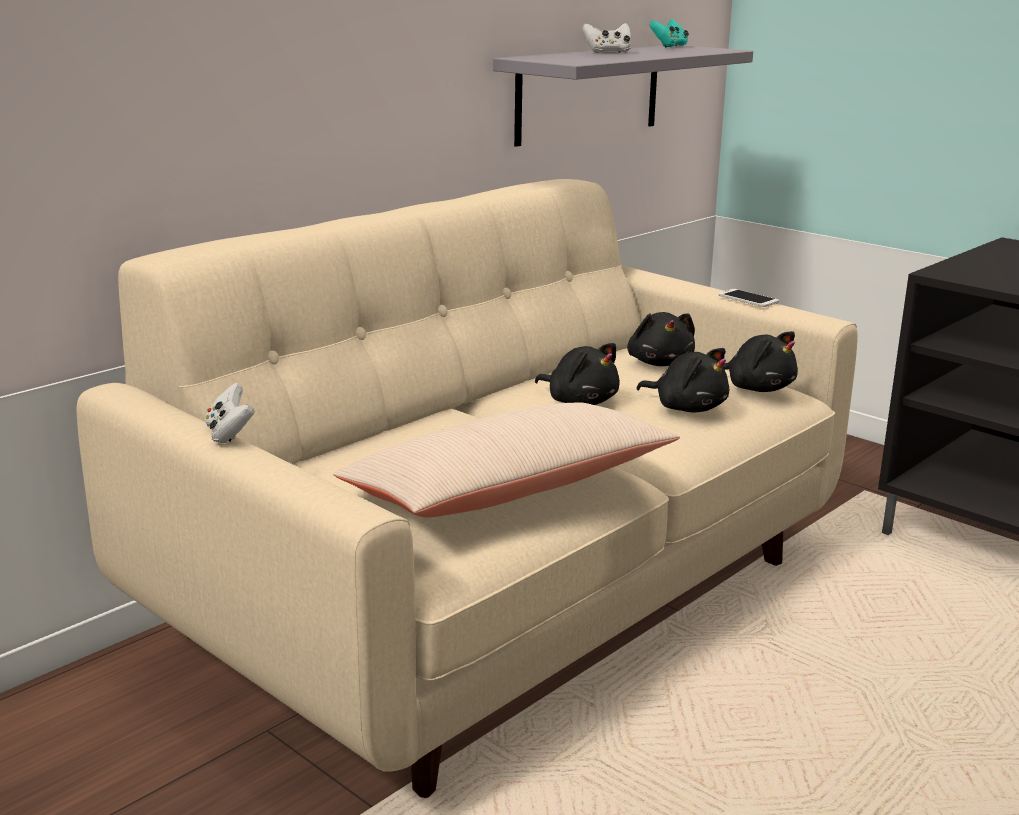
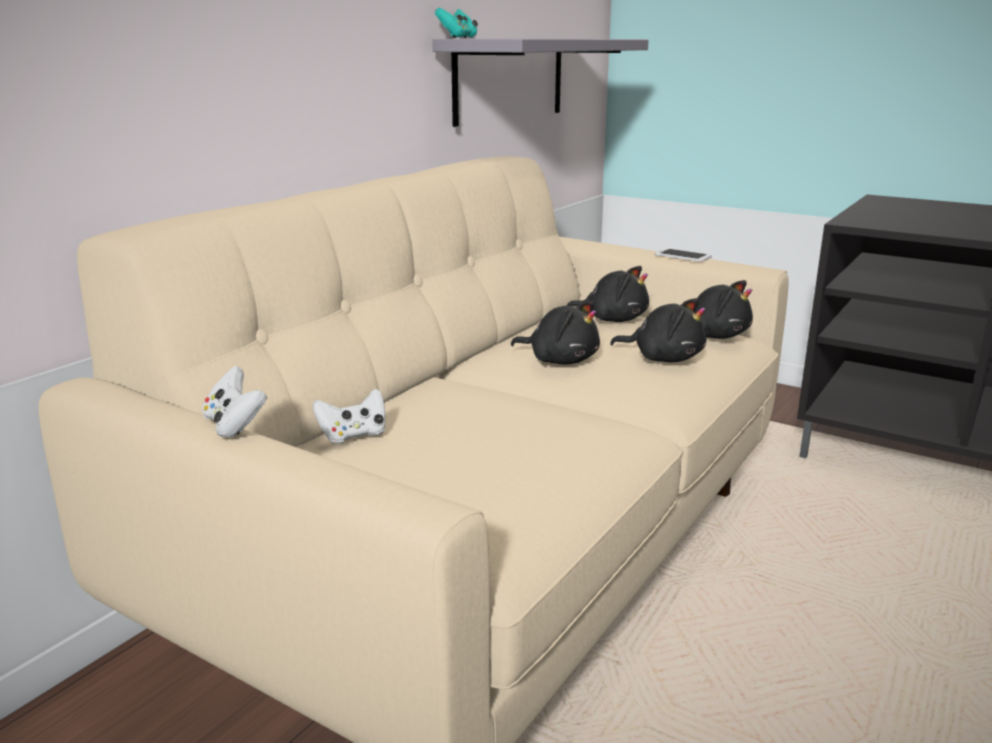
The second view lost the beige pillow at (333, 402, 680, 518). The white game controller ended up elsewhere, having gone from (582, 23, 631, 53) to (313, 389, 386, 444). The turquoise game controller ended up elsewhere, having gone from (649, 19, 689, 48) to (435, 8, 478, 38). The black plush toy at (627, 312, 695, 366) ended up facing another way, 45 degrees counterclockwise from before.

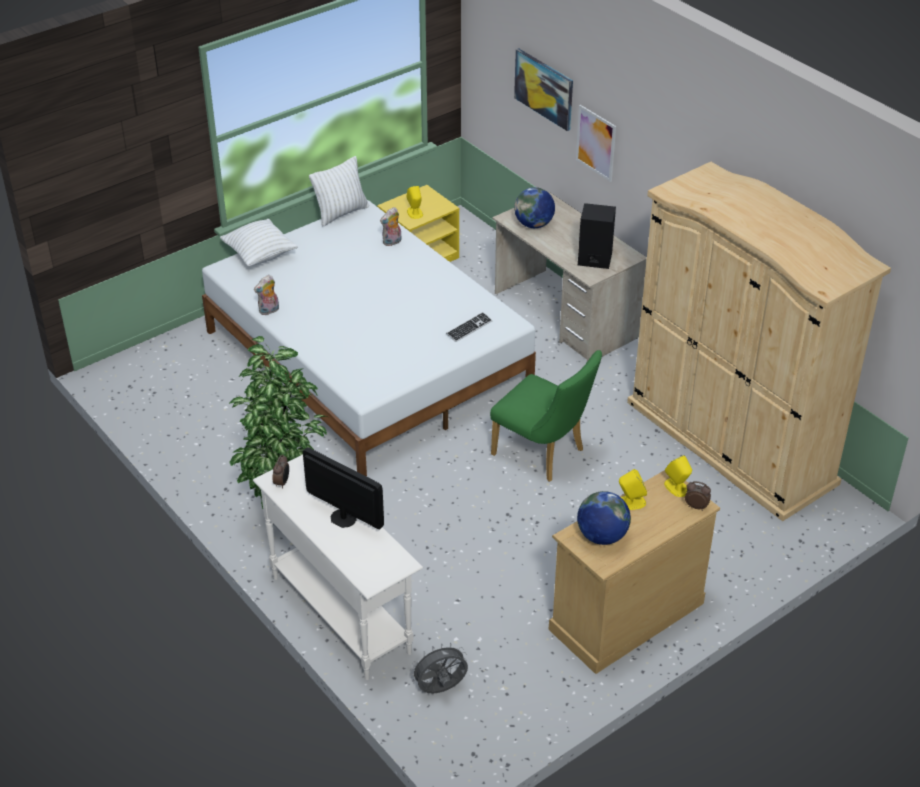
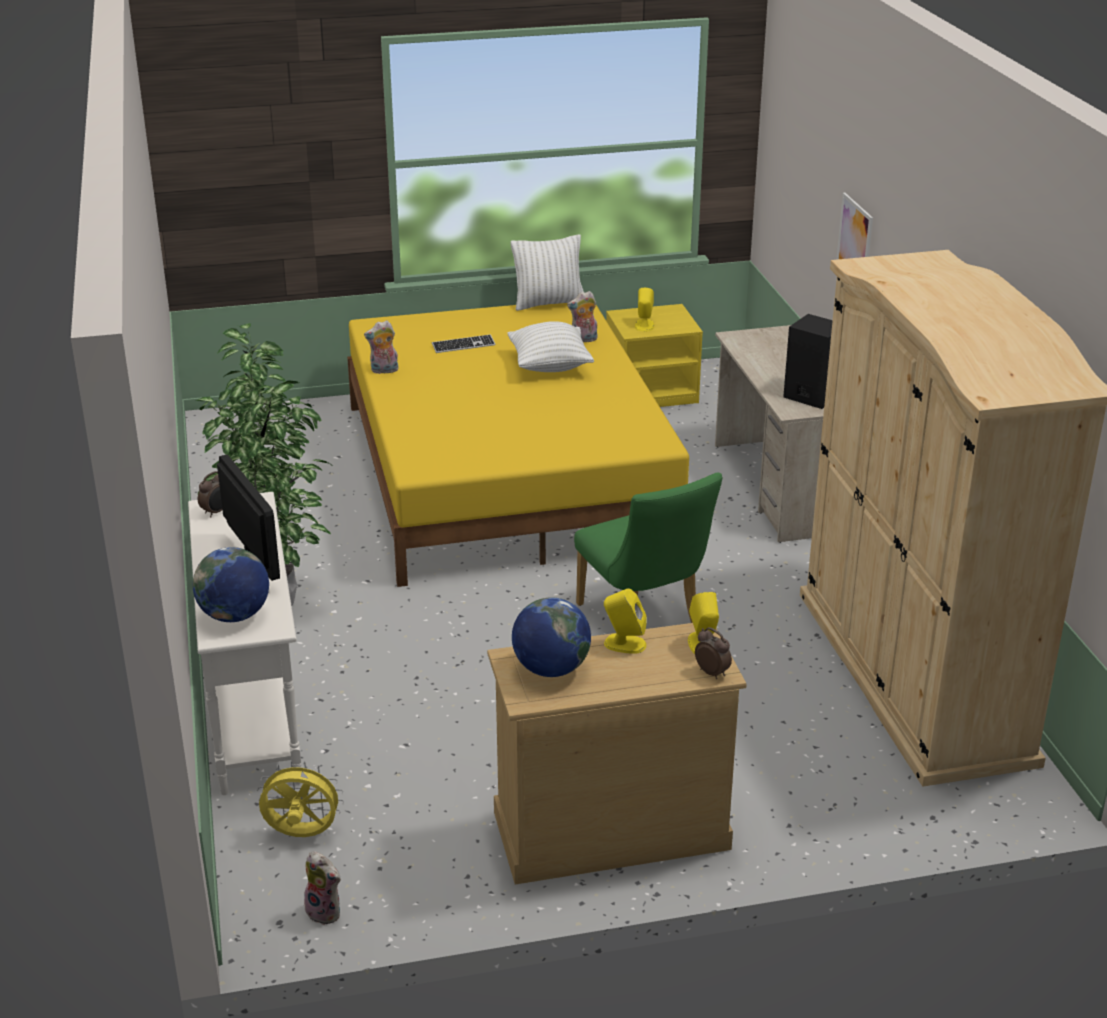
The second view lost the picture at (514, 48, 573, 131). The second view gained the plush toy at (304, 851, 341, 925). The white pillow ended up elsewhere, having gone from (220, 219, 298, 266) to (507, 321, 594, 372). The keyboard ended up elsewhere, having gone from (446, 312, 493, 342) to (432, 334, 495, 353). The globe ended up elsewhere, having gone from (514, 187, 555, 228) to (193, 547, 269, 622). What was the white bed at (202, 200, 536, 476) turned into the yellow bed at (347, 303, 689, 587). What was the grey fan at (410, 643, 468, 694) turned into the yellow fan at (257, 761, 344, 837).

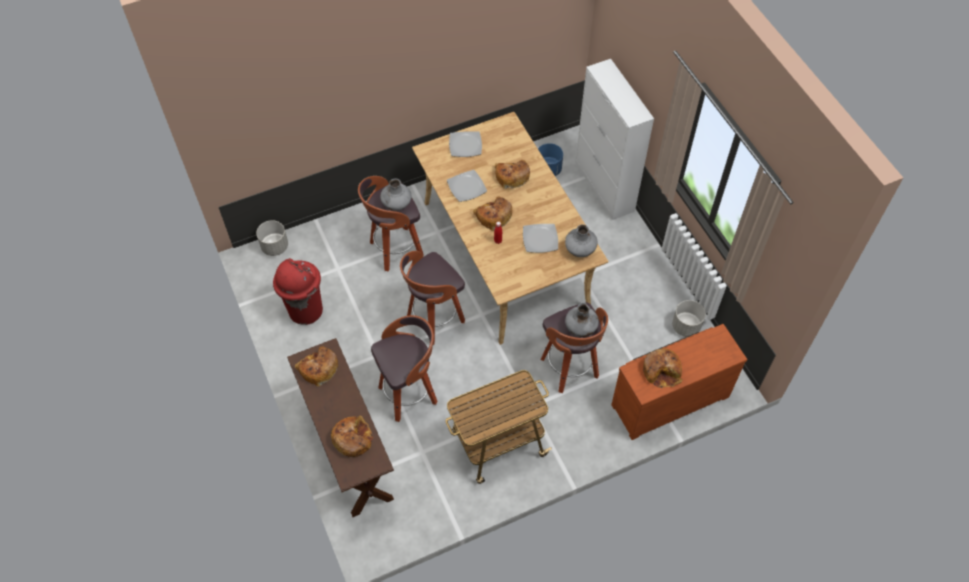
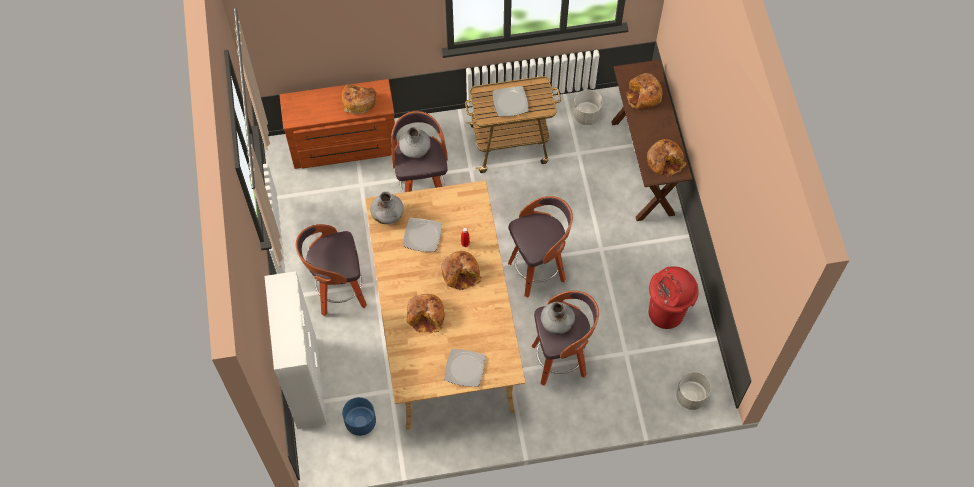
The stool ended up elsewhere, having gone from (371, 315, 437, 422) to (296, 224, 367, 316). The plate ended up elsewhere, having gone from (447, 170, 487, 202) to (493, 86, 529, 116). The grey planter ended up elsewhere, having gone from (672, 300, 706, 337) to (573, 90, 603, 125).

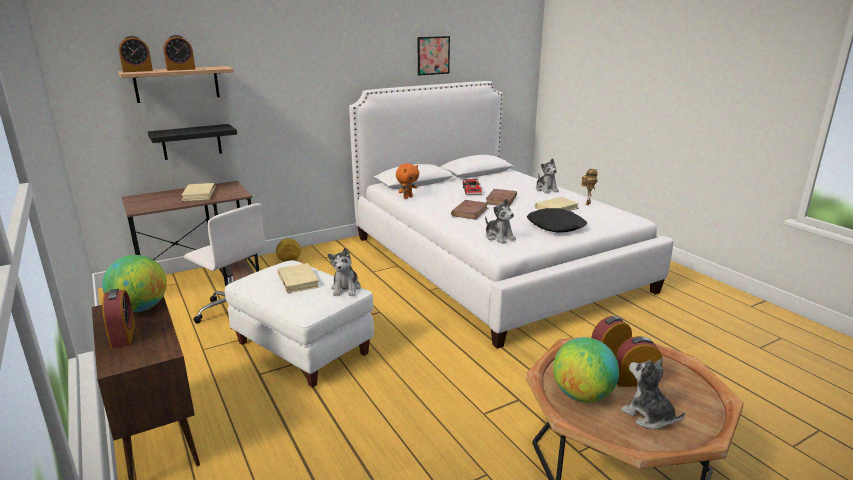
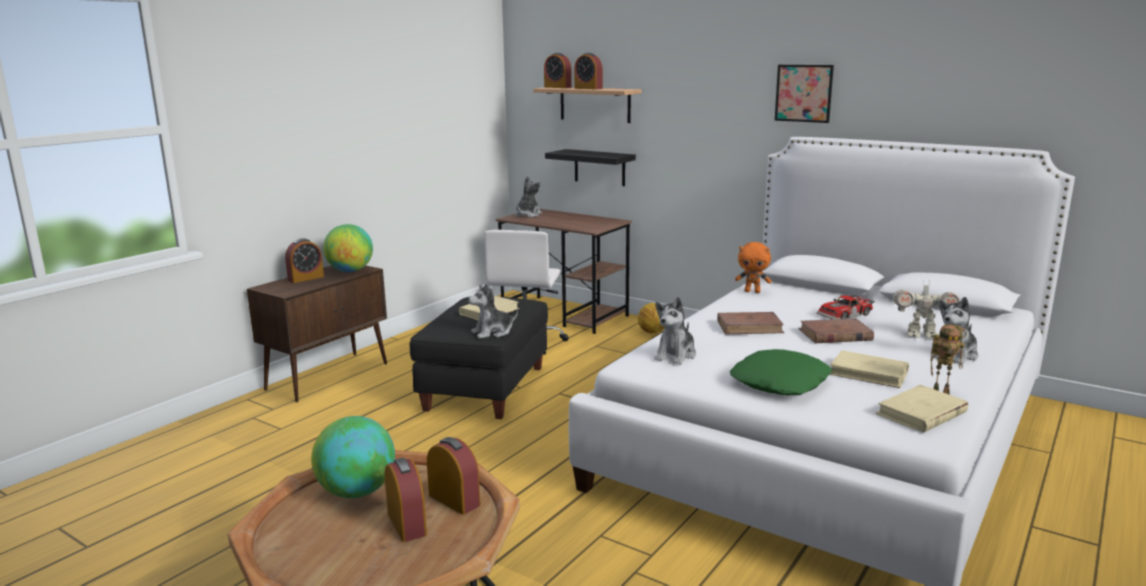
The second view gained the toy robot at (892, 279, 960, 338). The beige book ended up elsewhere, having gone from (181, 183, 216, 201) to (875, 385, 968, 432). The picture ended up elsewhere, having gone from (418, 36, 450, 76) to (775, 65, 834, 123). The plush toy ended up elsewhere, having gone from (621, 358, 685, 429) to (516, 176, 542, 217). What was the white ottoman at (225, 260, 374, 388) turned into the black ottoman at (410, 296, 548, 419). What was the black pillow at (527, 208, 587, 233) turned into the green pillow at (730, 349, 832, 395).

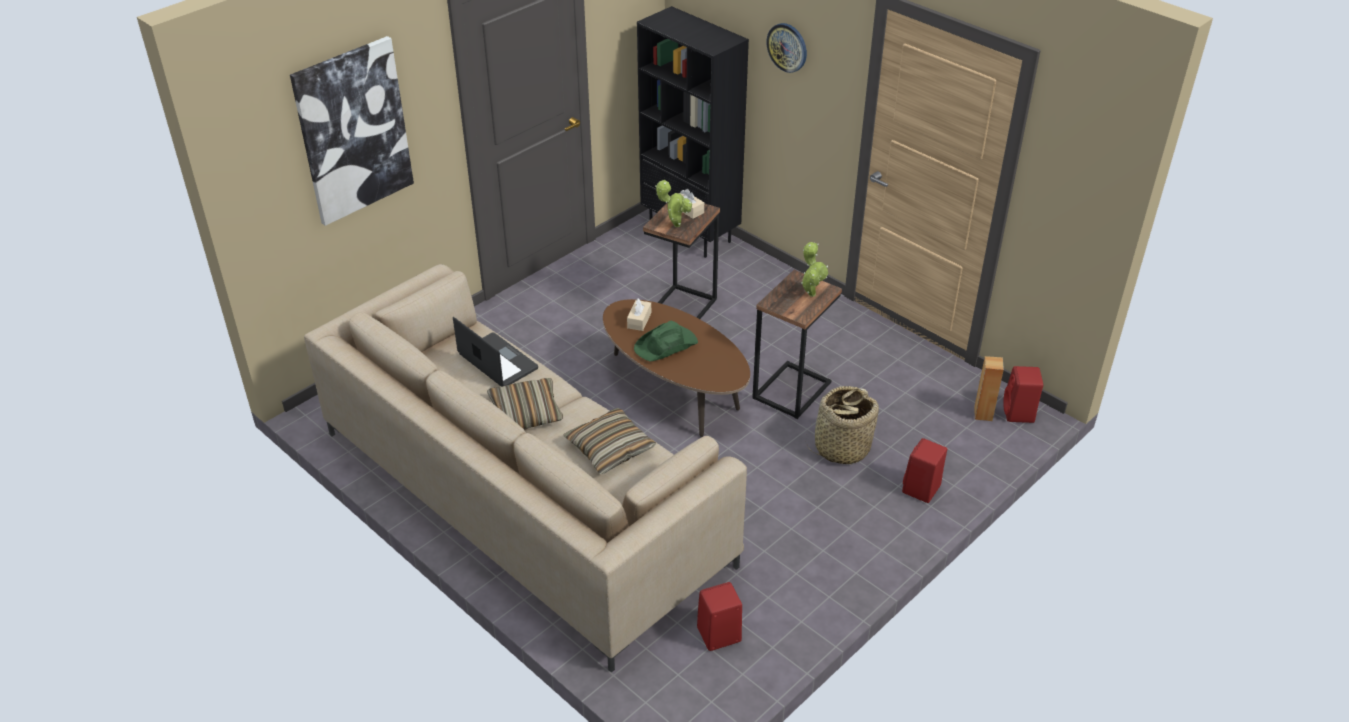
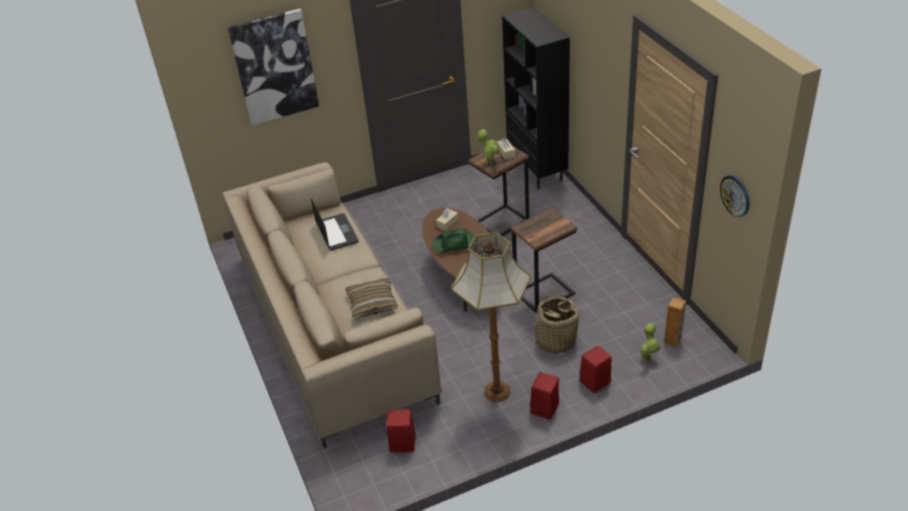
The second view lost the pillow at (487, 378, 563, 429). The second view gained the floor lamp at (451, 232, 531, 402). The wall clock ended up elsewhere, having gone from (766, 23, 807, 73) to (720, 175, 750, 217). The potted plant ended up elsewhere, having gone from (801, 242, 828, 297) to (639, 323, 660, 362). The red speaker ended up elsewhere, having gone from (1003, 366, 1043, 423) to (530, 372, 559, 420).

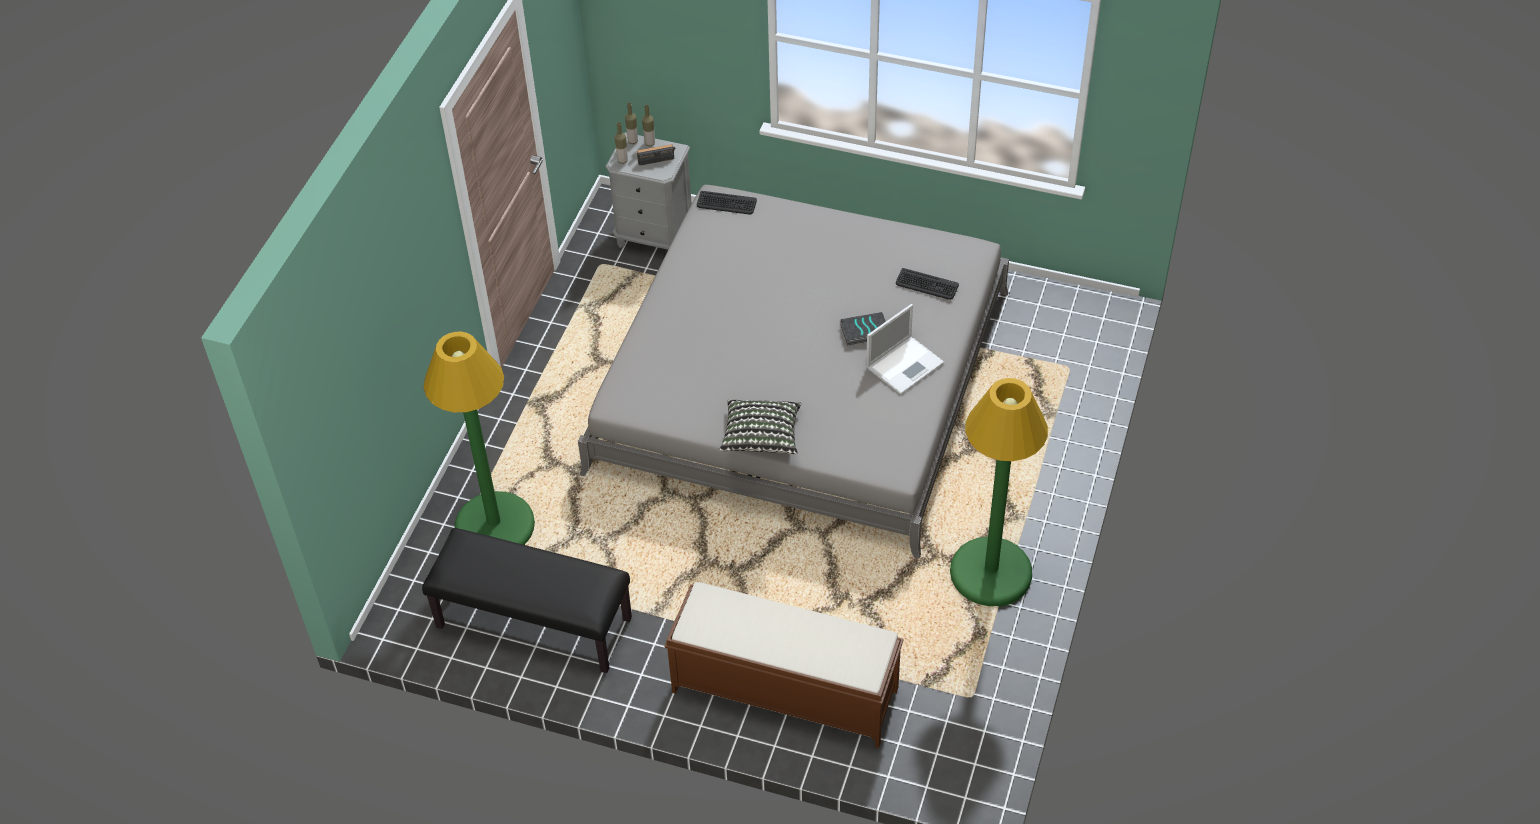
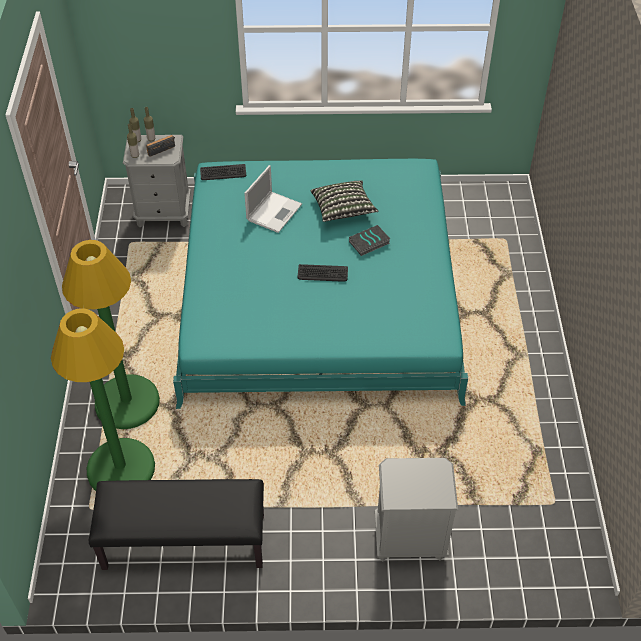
The pillow ended up elsewhere, having gone from (719, 400, 801, 454) to (311, 180, 379, 222). The laptop ended up elsewhere, having gone from (866, 304, 944, 394) to (244, 165, 302, 233). The keyboard ended up elsewhere, having gone from (896, 268, 959, 300) to (298, 264, 348, 282). The green floor lamp ended up elsewhere, having gone from (950, 378, 1048, 607) to (62, 240, 160, 429). Where the brown bench stood at (665, 582, 904, 748), the grey nightstand came to stand at (375, 458, 458, 561). What was the grey bed at (578, 185, 1009, 559) turned into the turquoise bed at (173, 159, 468, 409).

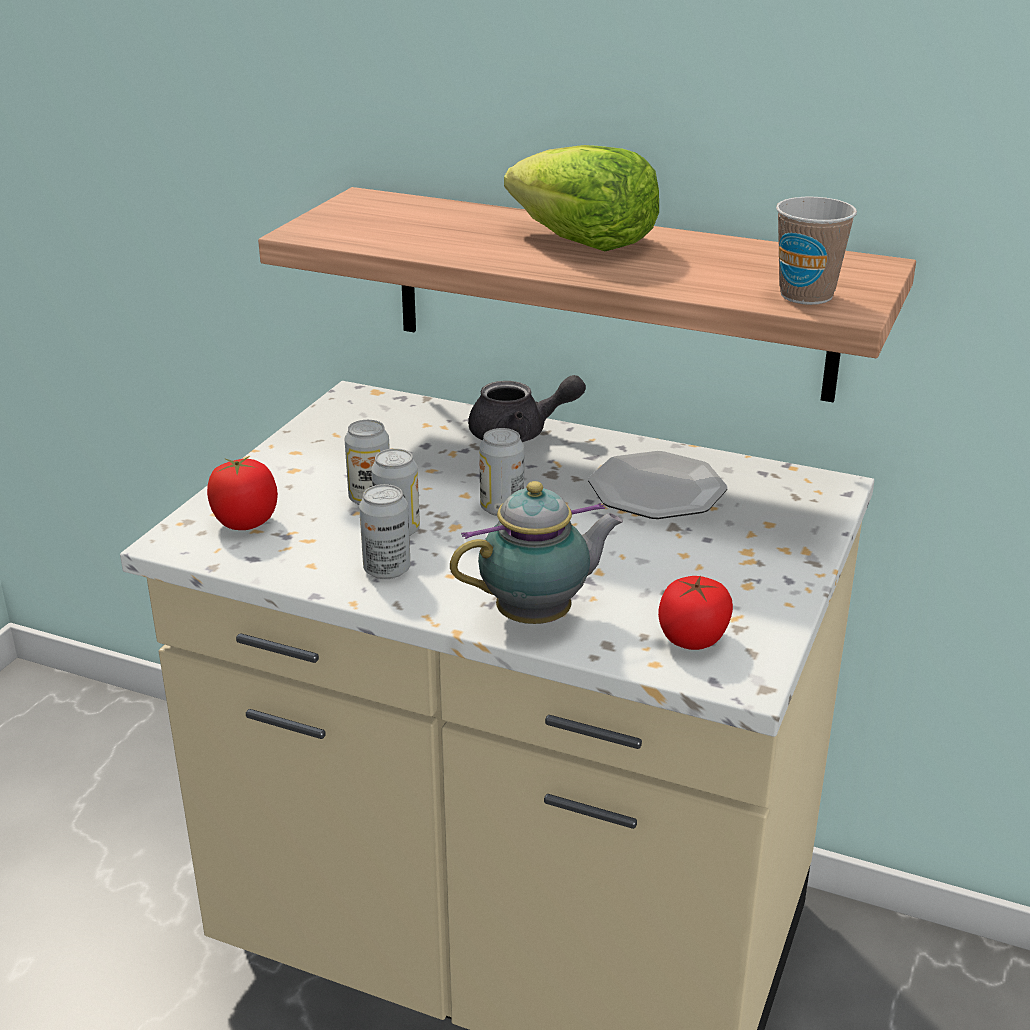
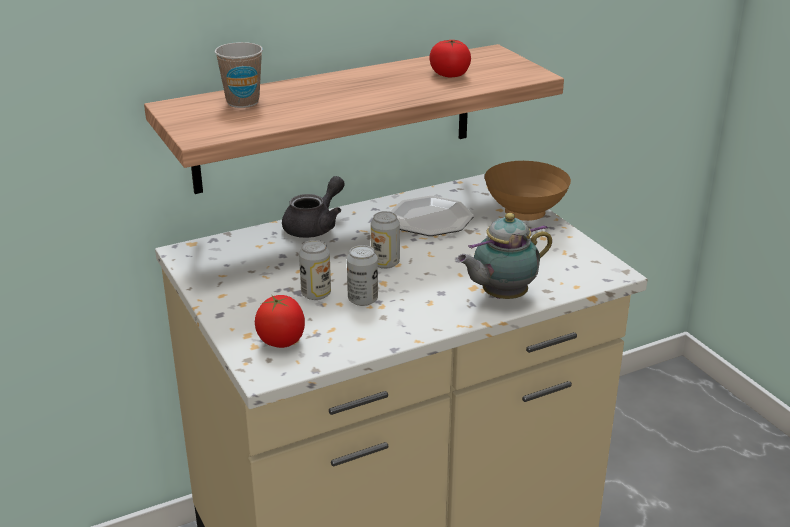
The second view lost the can at (359, 484, 410, 579). The second view lost the lettuce at (504, 145, 659, 251). The second view gained the brown bowl at (485, 161, 571, 221). The tomato ended up elsewhere, having gone from (658, 575, 733, 650) to (429, 40, 471, 77). The cup ended up elsewhere, having gone from (776, 197, 857, 305) to (215, 42, 263, 108). The teapot at (450, 481, 623, 624) ended up facing another way, 135 degrees counterclockwise from before.

